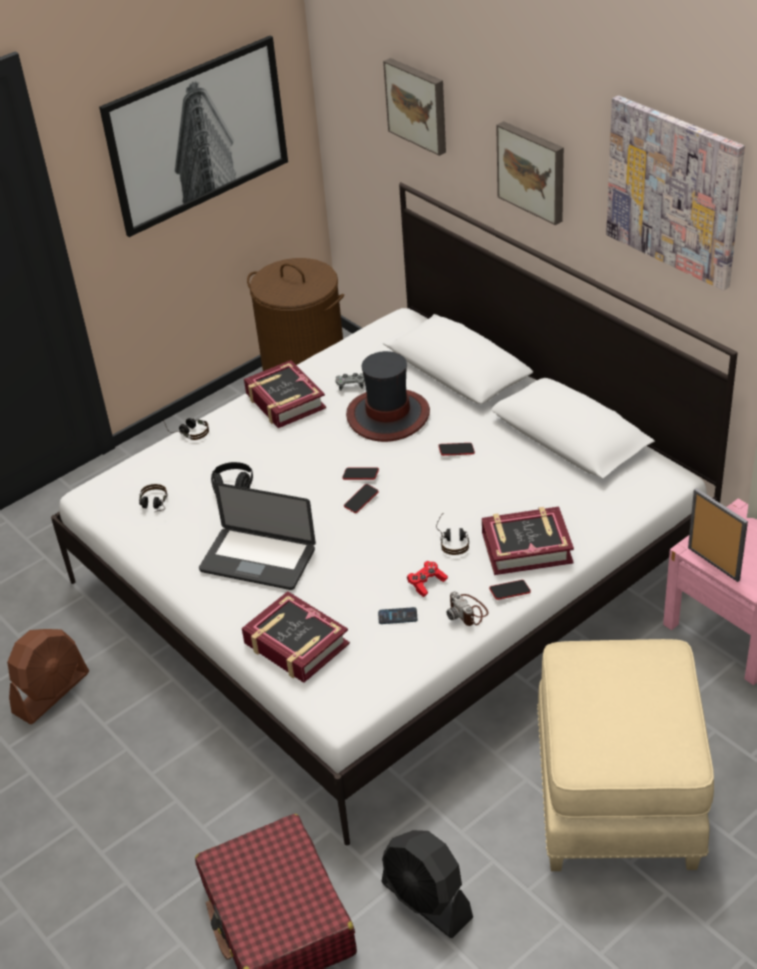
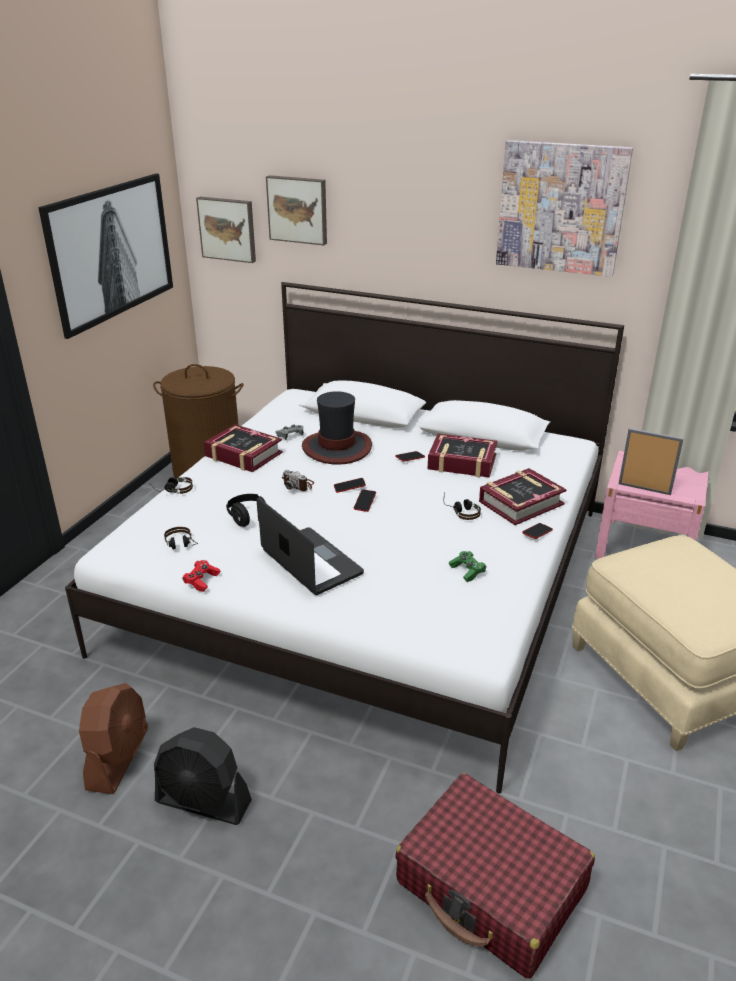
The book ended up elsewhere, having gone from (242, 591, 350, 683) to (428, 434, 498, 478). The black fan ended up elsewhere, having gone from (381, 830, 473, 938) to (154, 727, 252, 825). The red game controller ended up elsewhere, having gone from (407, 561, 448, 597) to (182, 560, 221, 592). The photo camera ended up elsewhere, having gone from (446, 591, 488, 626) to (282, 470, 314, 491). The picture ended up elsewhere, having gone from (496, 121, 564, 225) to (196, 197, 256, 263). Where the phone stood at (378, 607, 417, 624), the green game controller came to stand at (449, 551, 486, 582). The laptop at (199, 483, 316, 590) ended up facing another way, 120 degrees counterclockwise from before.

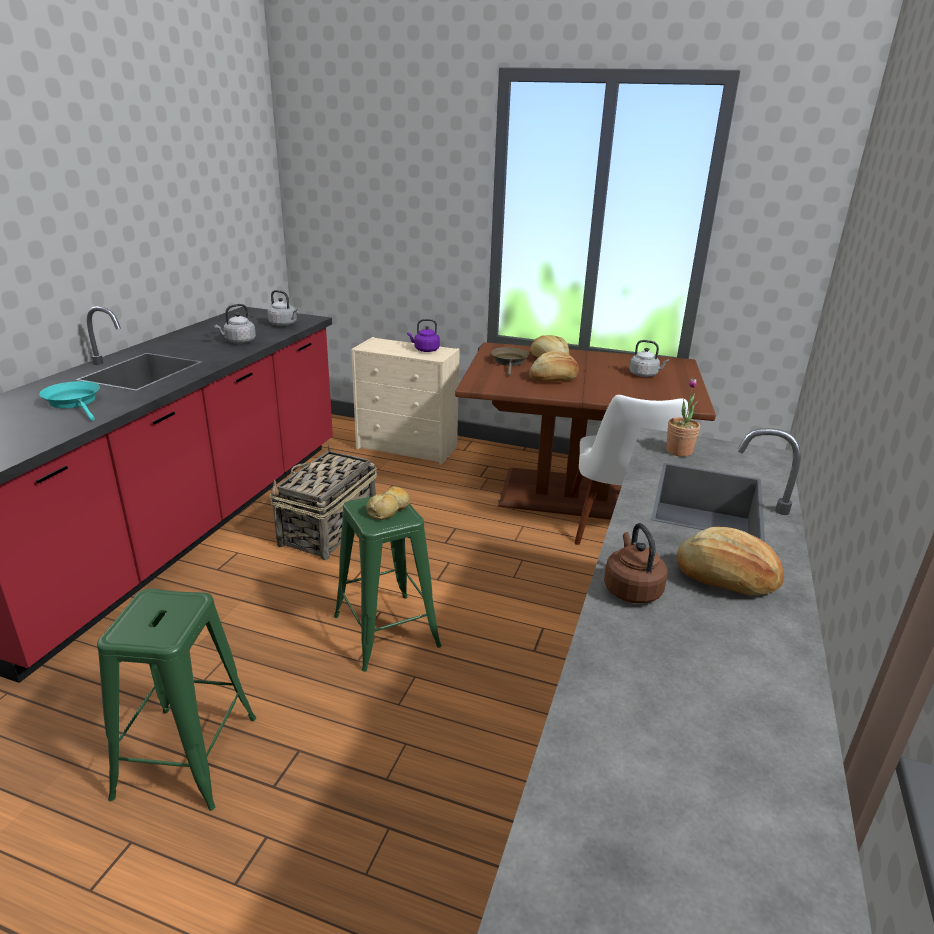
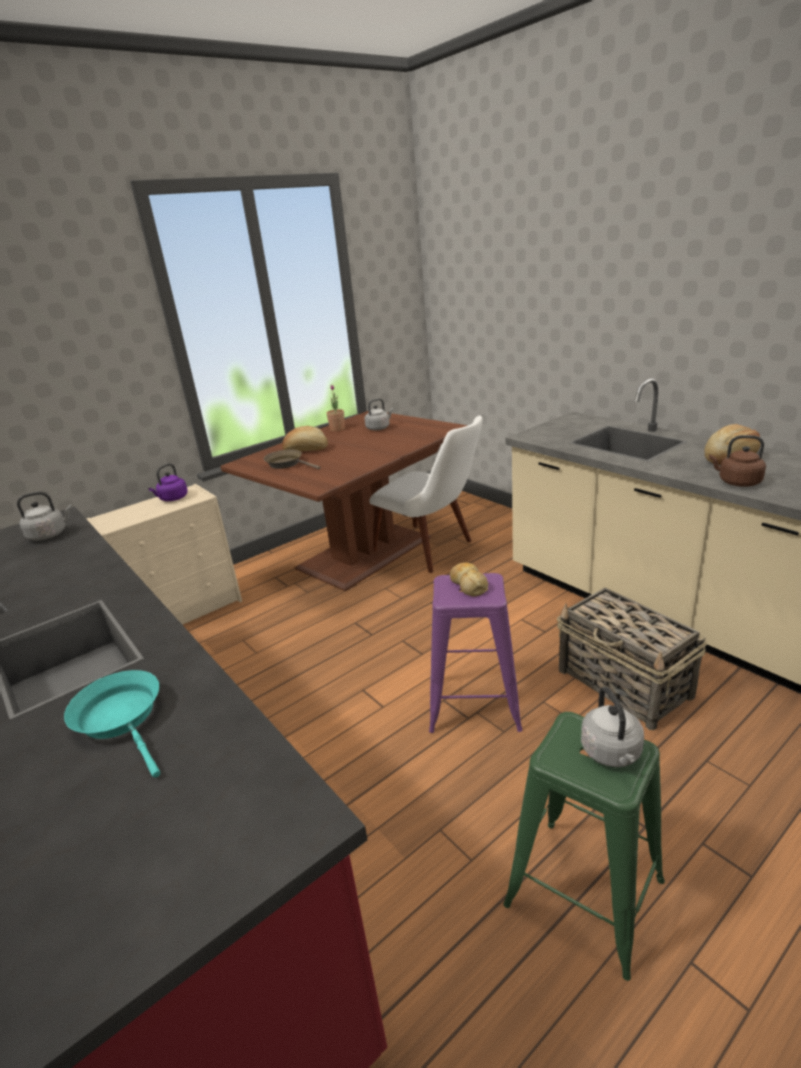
The second view lost the bread at (529, 351, 579, 382). The grey kettle ended up elsewhere, having gone from (214, 304, 256, 344) to (581, 687, 644, 767). The basket ended up elsewhere, having gone from (270, 445, 377, 560) to (557, 588, 707, 730). The potted plant ended up elsewhere, having gone from (666, 378, 700, 457) to (326, 385, 345, 431). What was the green stool at (334, 496, 442, 672) turned into the purple stool at (429, 573, 523, 733). The turquoise frying pan at (39, 381, 100, 421) ended up facing another way, 60 degrees clockwise from before.

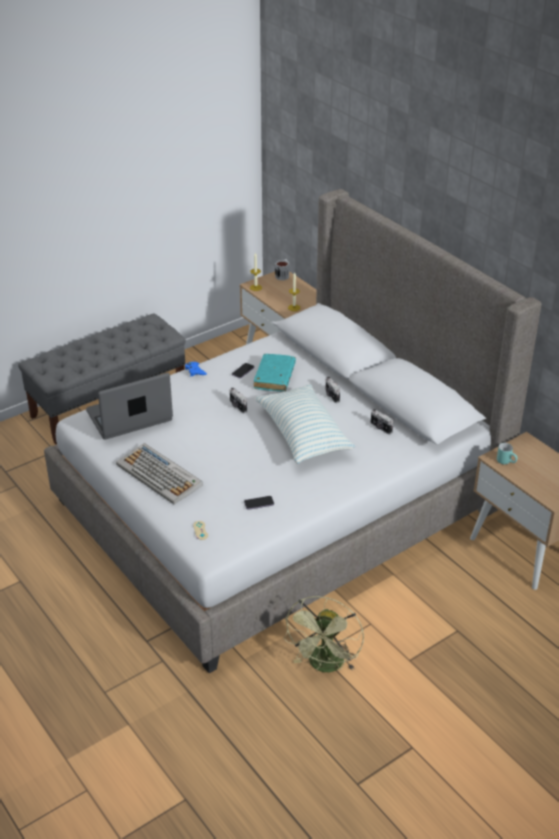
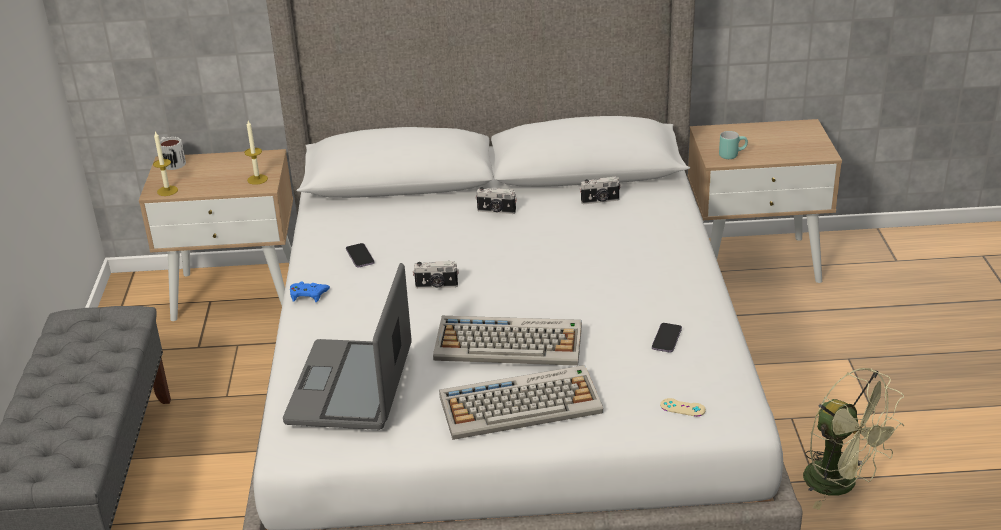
The second view lost the turquoise book at (254, 354, 296, 391). The second view lost the pillow at (255, 384, 355, 464). The second view gained the keyboard at (433, 316, 582, 366).

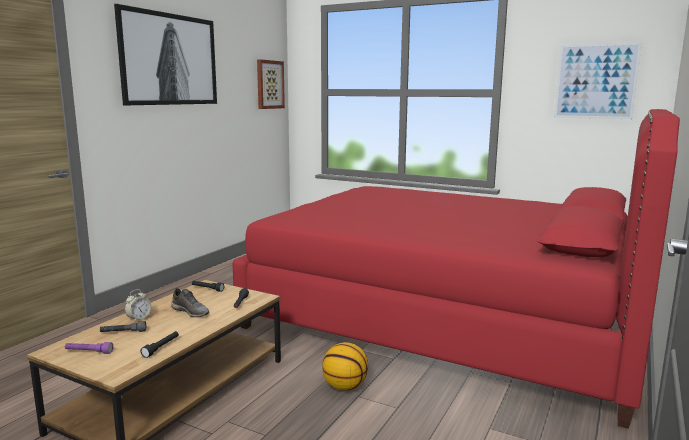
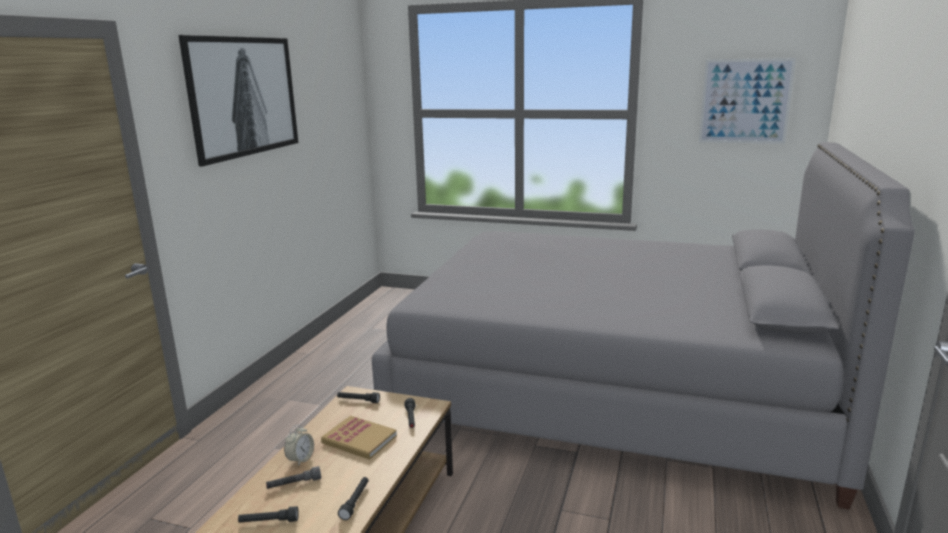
The second view lost the picture at (257, 59, 285, 109). The second view lost the basketball at (322, 342, 368, 391). Where the grey shoe stood at (171, 288, 210, 317), the book came to stand at (321, 416, 397, 460). What was the purple flashlight at (65, 342, 113, 354) turned into the black flashlight at (238, 507, 299, 522). What was the red bed at (232, 109, 680, 429) turned into the grey bed at (372, 142, 915, 509).

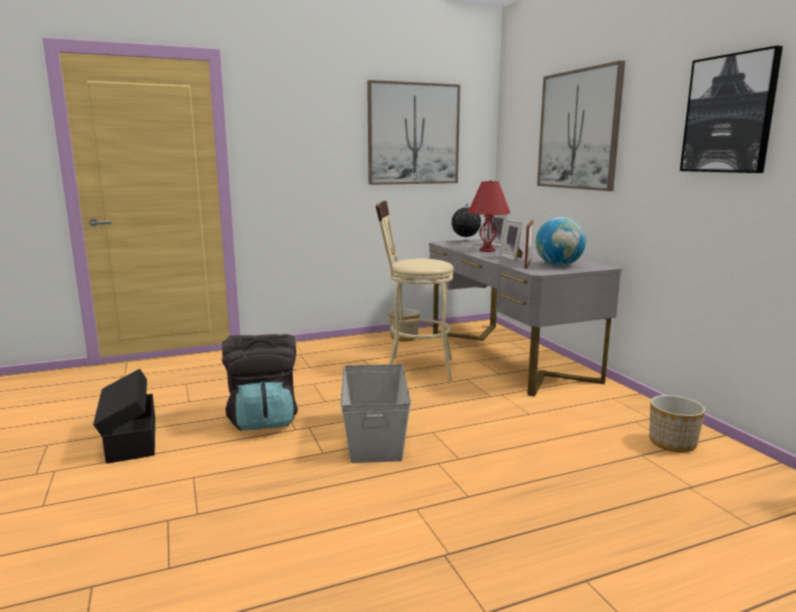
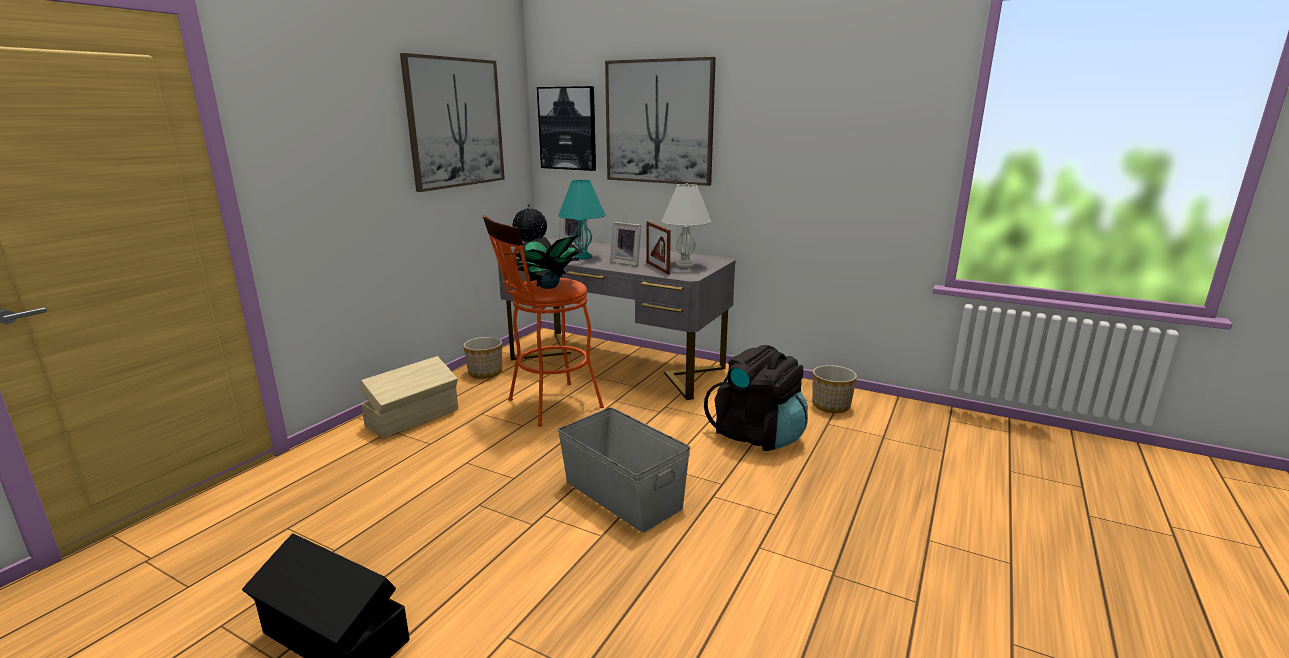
The second view gained the beige storage box at (360, 356, 458, 439). The second view gained the potted plant at (505, 234, 584, 289). The black backpack ended up elsewhere, having gone from (222, 334, 298, 430) to (704, 345, 808, 451). The picture ended up elsewhere, having gone from (680, 46, 783, 173) to (537, 86, 596, 171). Where the globe stood at (535, 217, 586, 266), the white table lamp came to stand at (661, 183, 711, 268). What was the beige stool at (376, 201, 454, 381) turned into the orange stool at (483, 215, 604, 427). What was the red table lamp at (468, 180, 511, 252) turned into the turquoise table lamp at (558, 179, 606, 259).

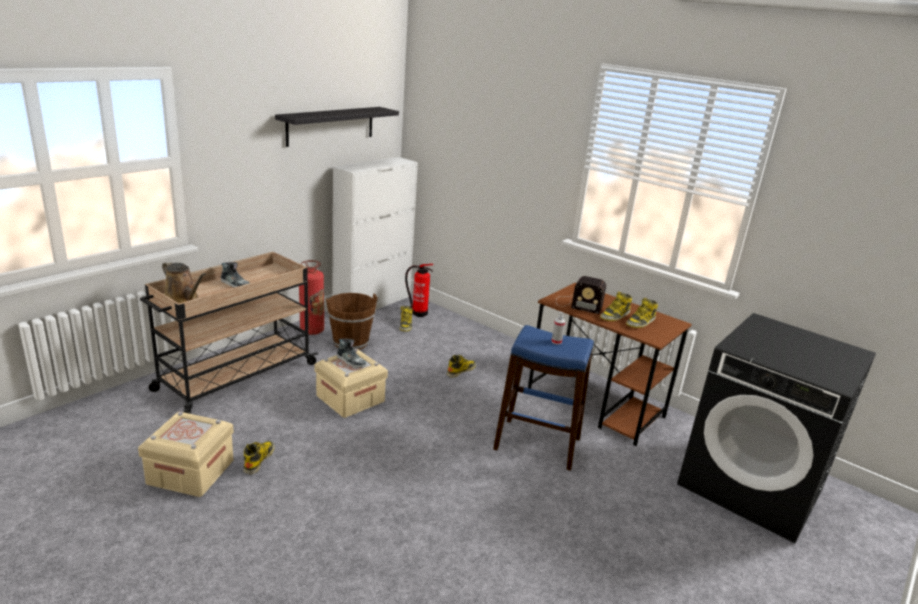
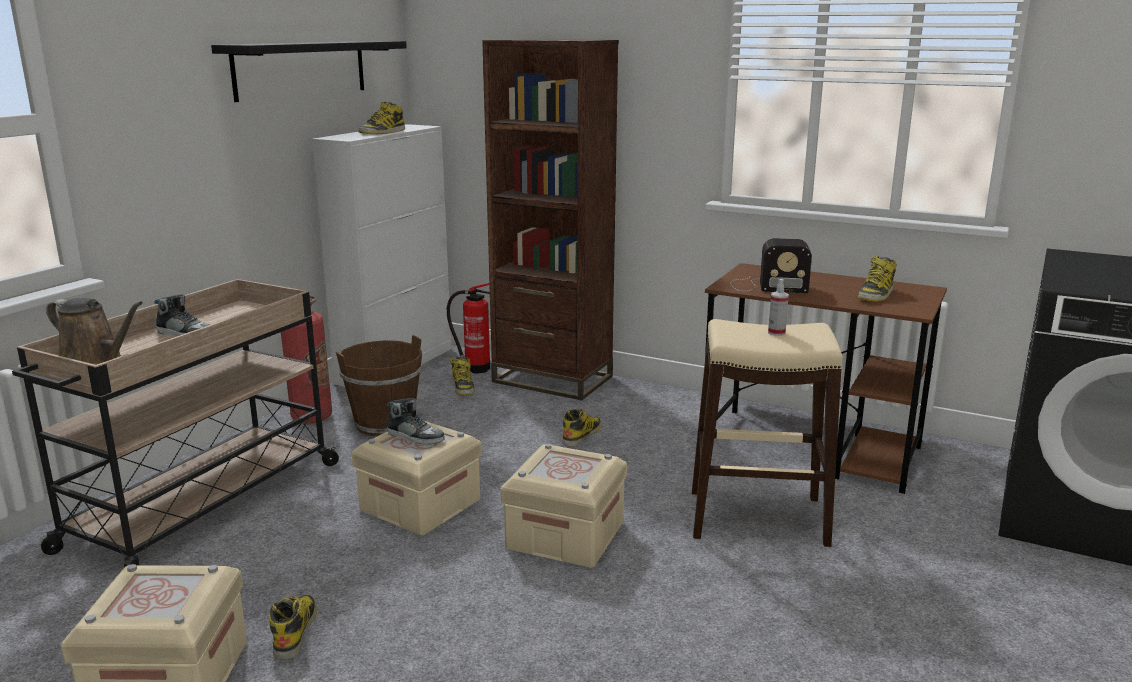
The second view gained the brown bookcase at (482, 39, 619, 400). The second view gained the beige storage box at (501, 443, 627, 568). The boot ended up elsewhere, having gone from (600, 292, 632, 321) to (358, 102, 405, 134). What was the blue stool at (493, 325, 594, 471) turned into the beige stool at (692, 319, 843, 547).

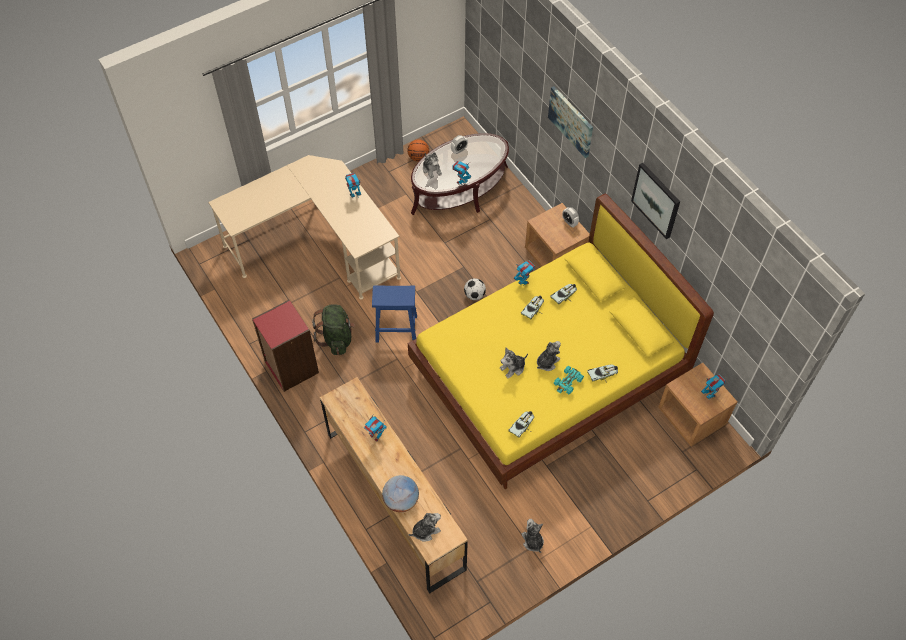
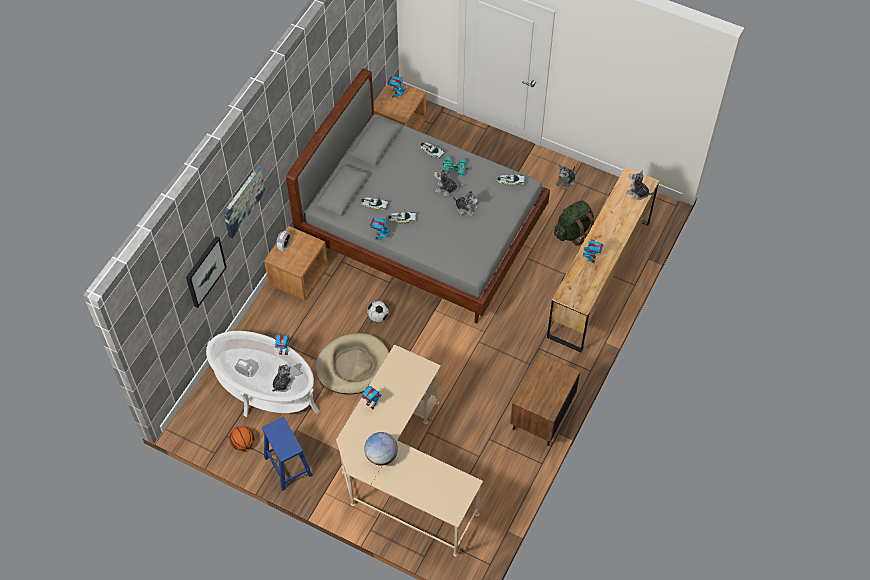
The second view gained the beige dog bed at (315, 333, 389, 395). The green backpack ended up elsewhere, having gone from (312, 304, 355, 355) to (554, 200, 594, 246). The blue stool ended up elsewhere, having gone from (372, 285, 417, 343) to (262, 417, 313, 491). The globe ended up elsewhere, having gone from (382, 475, 419, 512) to (364, 432, 398, 466). The picture ended up elsewhere, having gone from (631, 163, 680, 239) to (186, 236, 227, 308). Where the red bookcase stood at (252, 300, 319, 392), the brown nightstand came to stand at (510, 353, 580, 446). What was the yellow bed at (408, 193, 714, 489) turned into the grey bed at (286, 68, 550, 323). What was the brown coffee table at (411, 133, 509, 215) turned into the white coffee table at (206, 331, 319, 417).

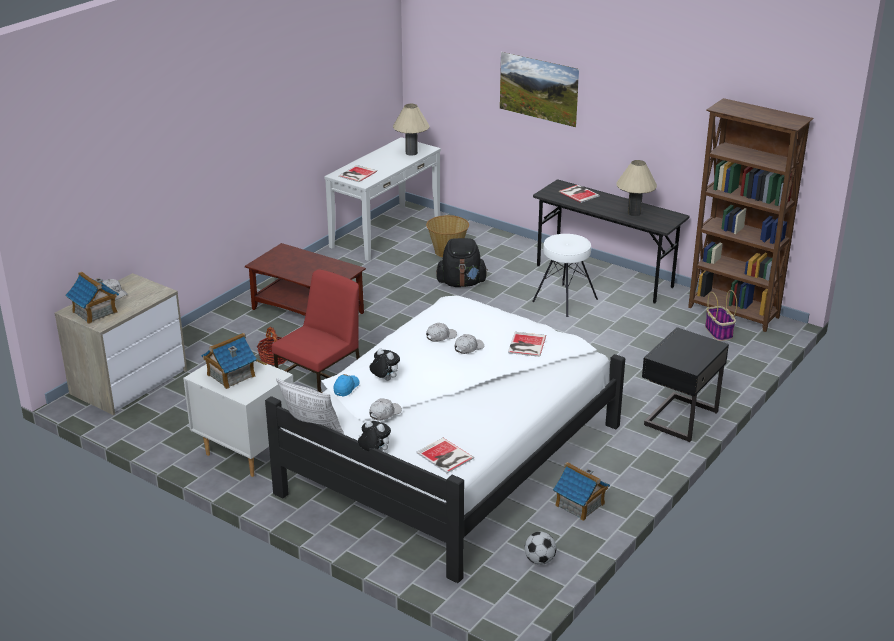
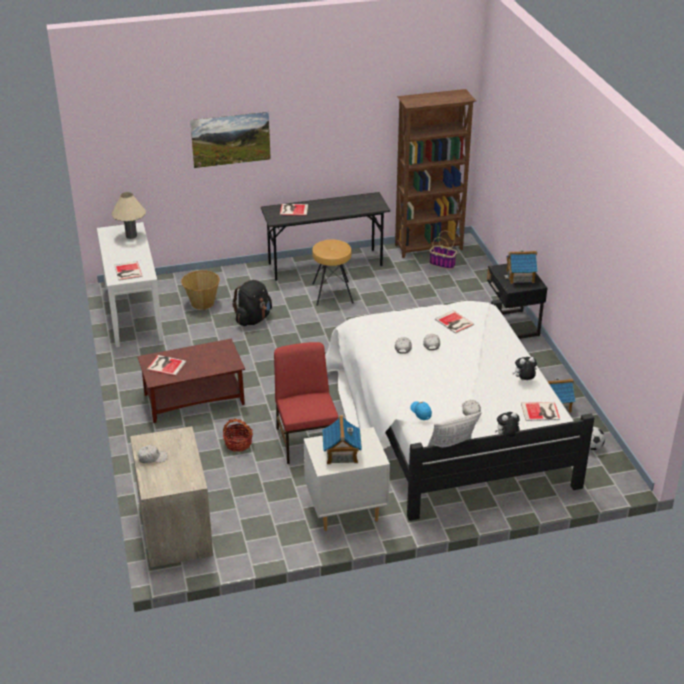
The second view lost the beige table lamp at (616, 160, 657, 216). The second view gained the book at (147, 355, 186, 376). The toy house ended up elsewhere, having gone from (65, 272, 119, 324) to (504, 250, 538, 284). The plush toy ended up elsewhere, having gone from (369, 348, 400, 381) to (513, 357, 537, 380). What was the white stool at (532, 234, 598, 317) turned into the brown stool at (312, 239, 354, 306).

